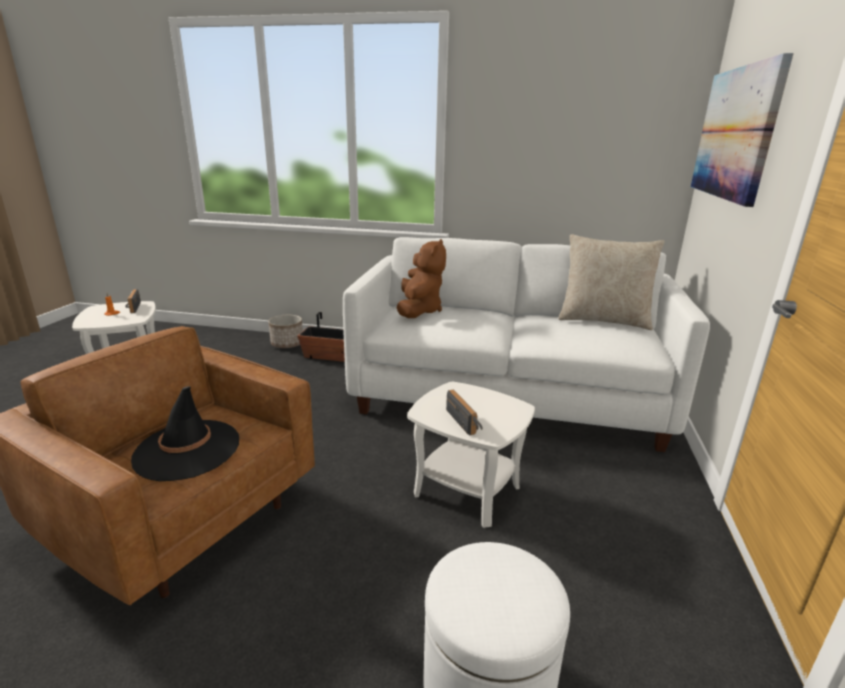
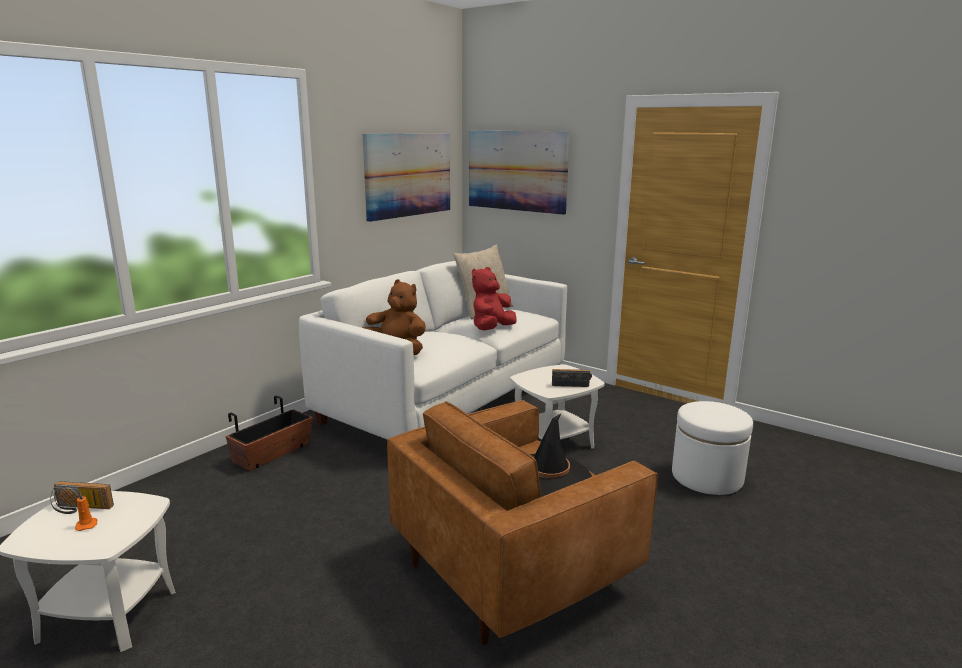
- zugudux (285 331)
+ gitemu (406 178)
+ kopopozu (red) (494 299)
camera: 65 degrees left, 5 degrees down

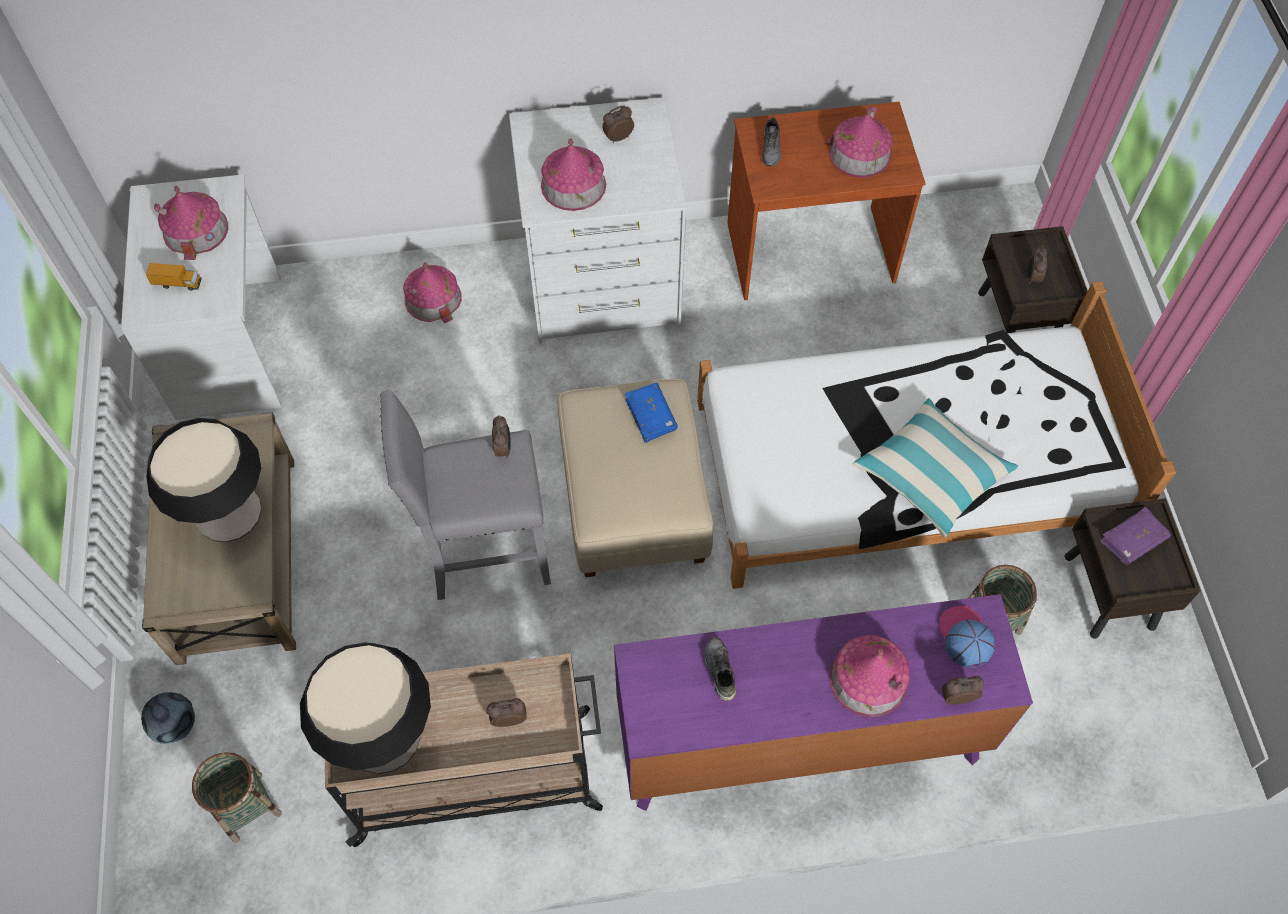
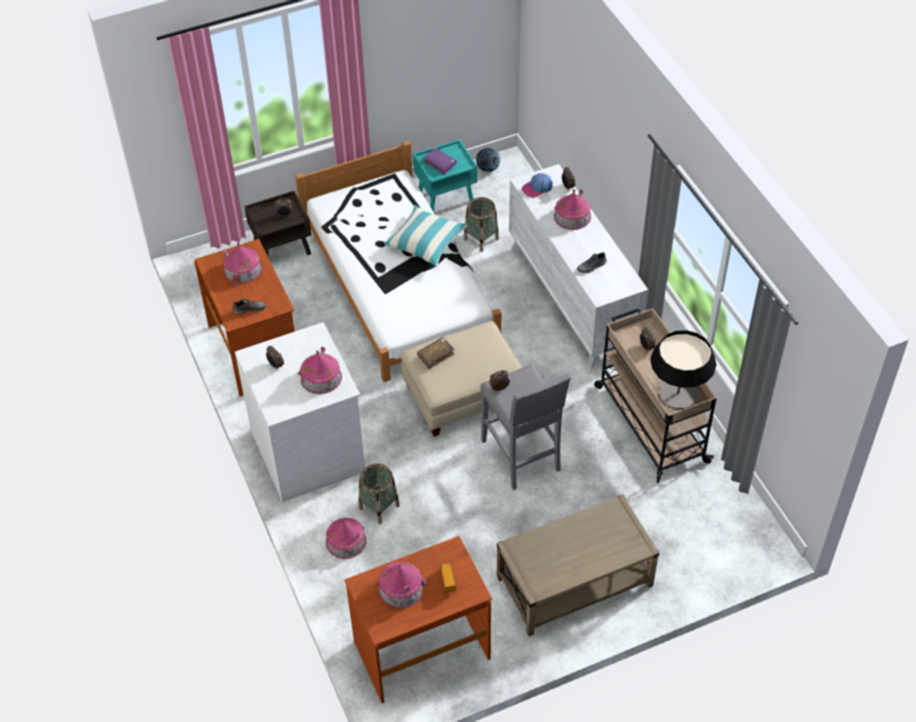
- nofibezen (204 480)
~ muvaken (168 718) to (488 160)
~ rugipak (237 797) to (379 494)
~ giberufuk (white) (201 297) to giberufuk (brown) (418 619)
~ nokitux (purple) (823 702) to nokitux (white) (578 267)
~ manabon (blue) (651 413) to manabon (brown) (436 353)
~ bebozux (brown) (1133 568) to bebozux (turquoise) (445 175)
camera: 105 degrees left, 10 degrees down

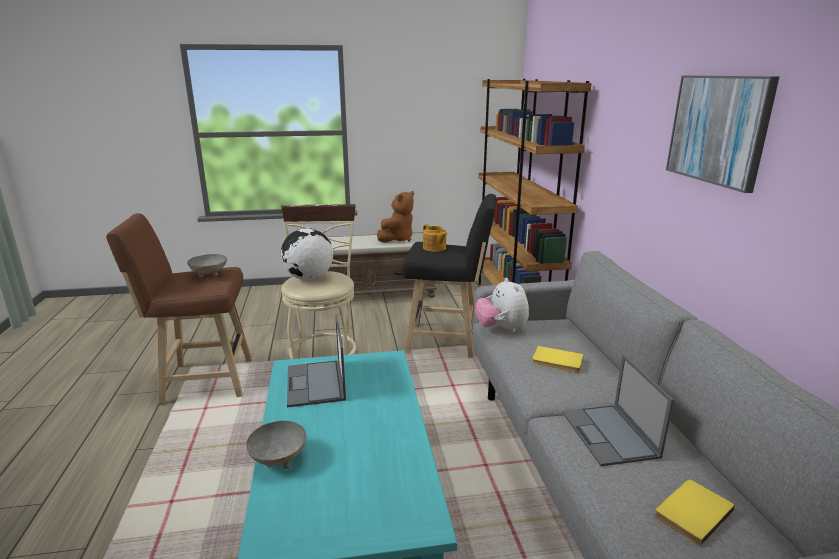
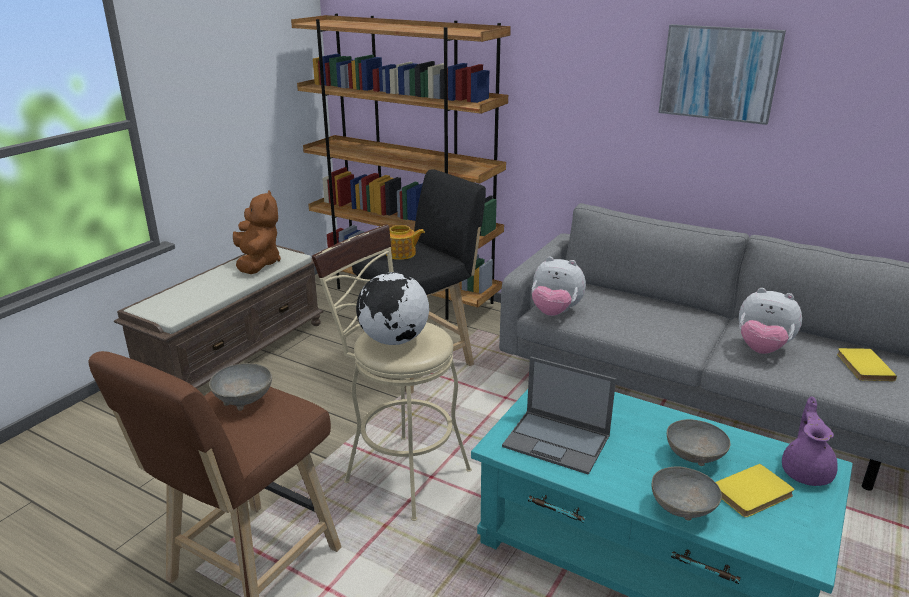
+ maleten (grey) (698 442)
+ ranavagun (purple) (810 441)
~ manabon (yellow) (558 359) to (755 490)
~ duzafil (618 410) to kopopozu (770 321)
camera: 50 degrees left, 5 degrees up

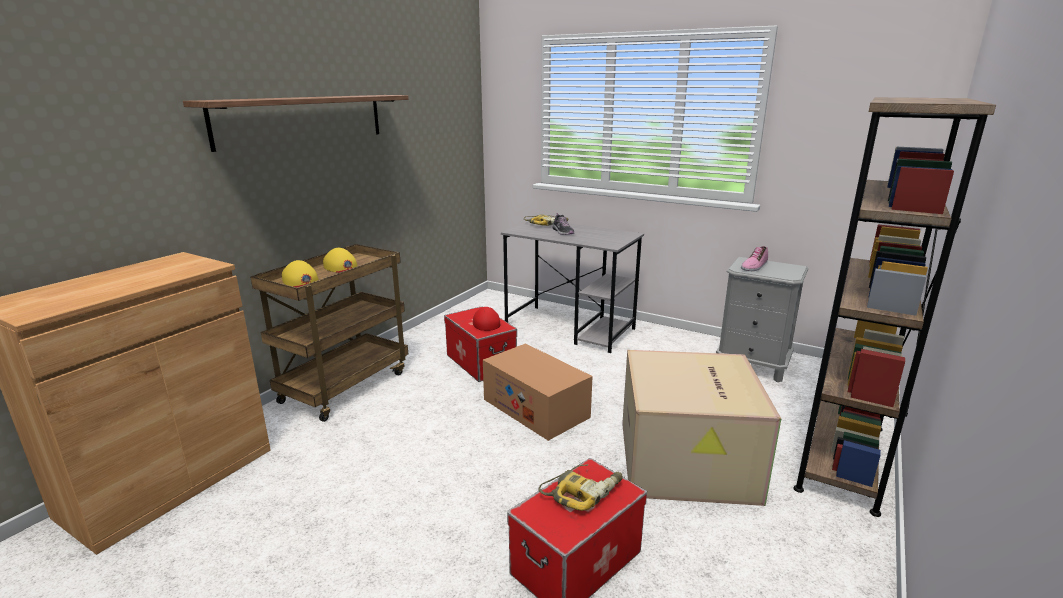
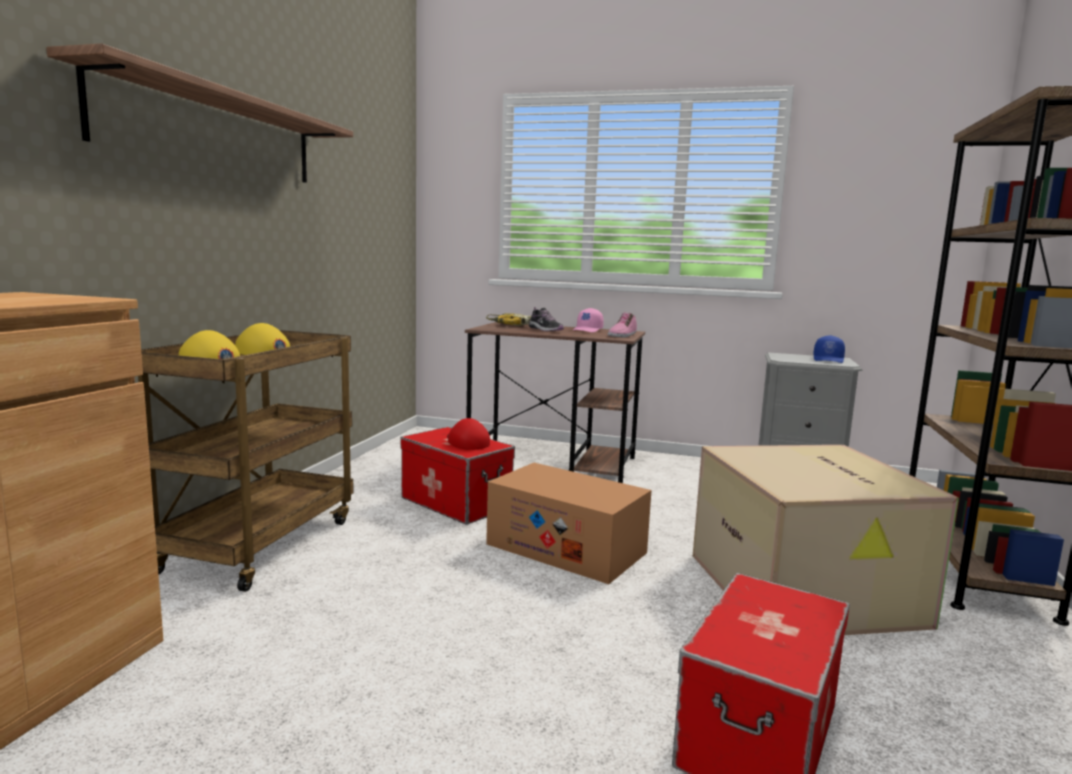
- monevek (580 487)
+ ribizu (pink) (588 320)
+ ribizu (blue) (829 349)
~ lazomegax (754 258) to (622 325)
~ giberufuk (grey) (572 287) to giberufuk (brown) (555 402)
camera: 15 degrees left, 10 degrees down

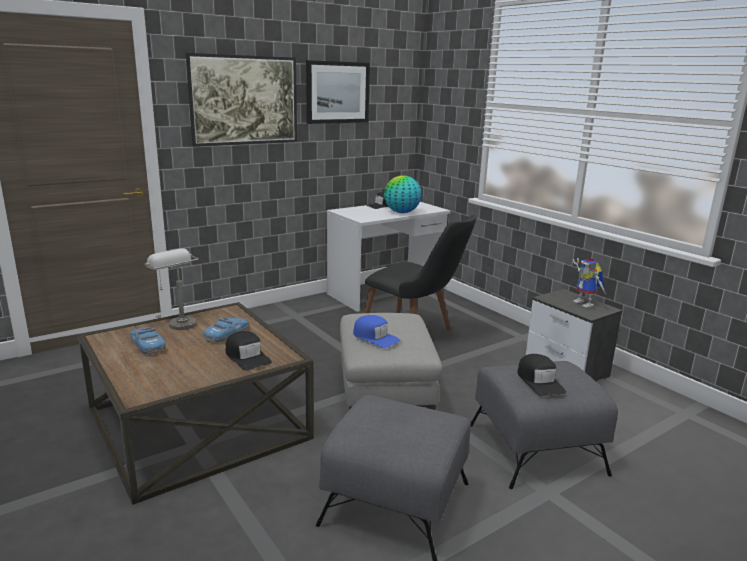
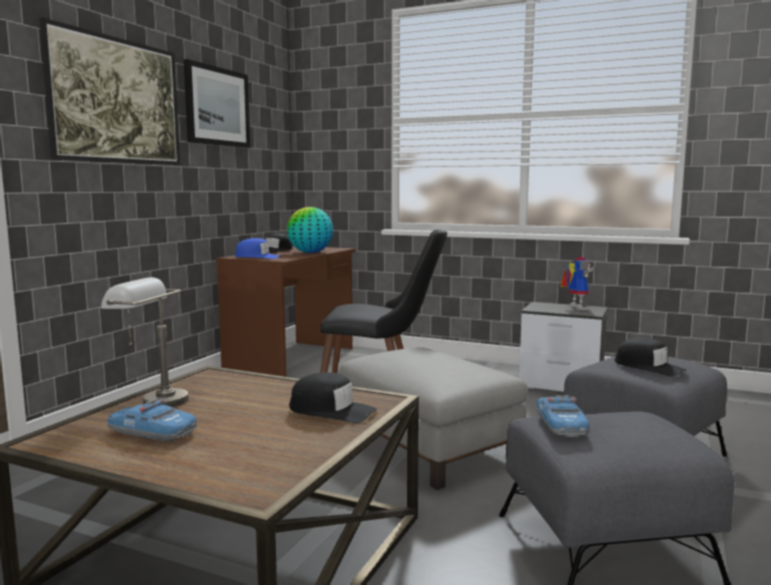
~ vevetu (226 330) to (562 416)
~ ribizu (blue) (377 331) to (258 248)
~ giberufuk (white) (388 257) to giberufuk (brown) (286 311)
~ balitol (589 283) = (576 283) 135 degrees counterclockwise
camera: 30 degrees left, 10 degrees down

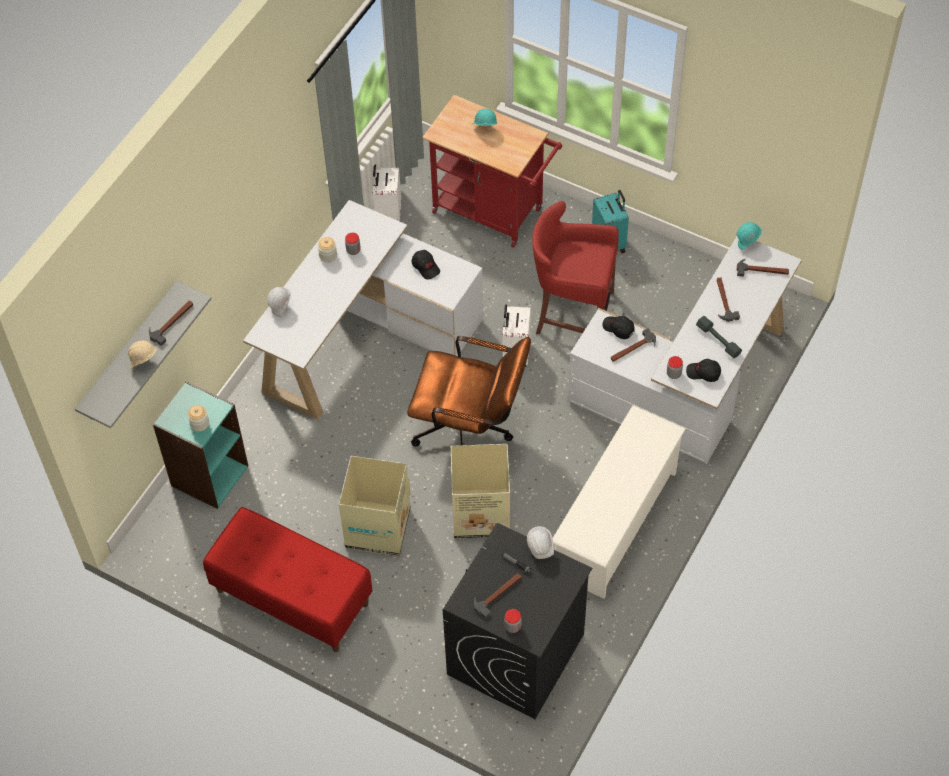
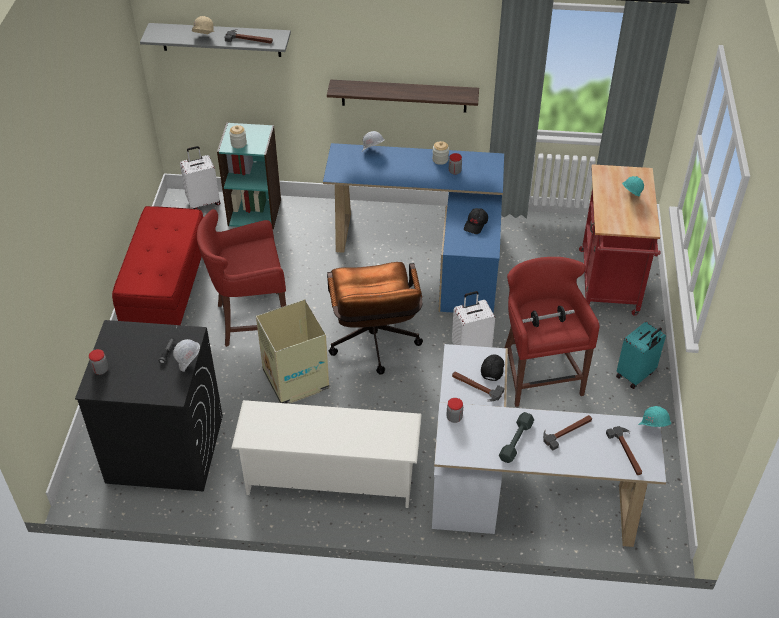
- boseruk (497 596)
- ribizu (black) (703 370)
+ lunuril (403 96)
+ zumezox (548 316)
~ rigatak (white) (387 192) to (200 177)
~ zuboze (375 506) to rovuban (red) (241 278)
~ giberufuk (white) (363 310) to giberufuk (blue) (413 228)
camera: 65 degrees right, 10 degrees down

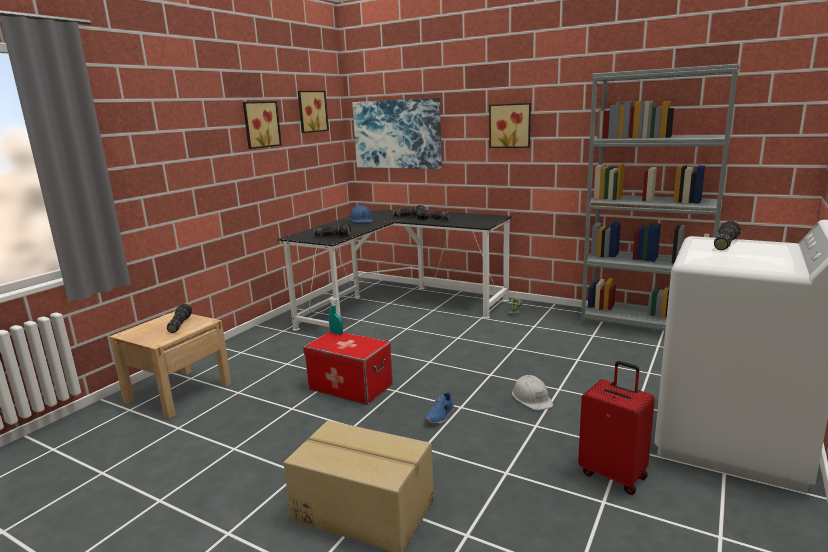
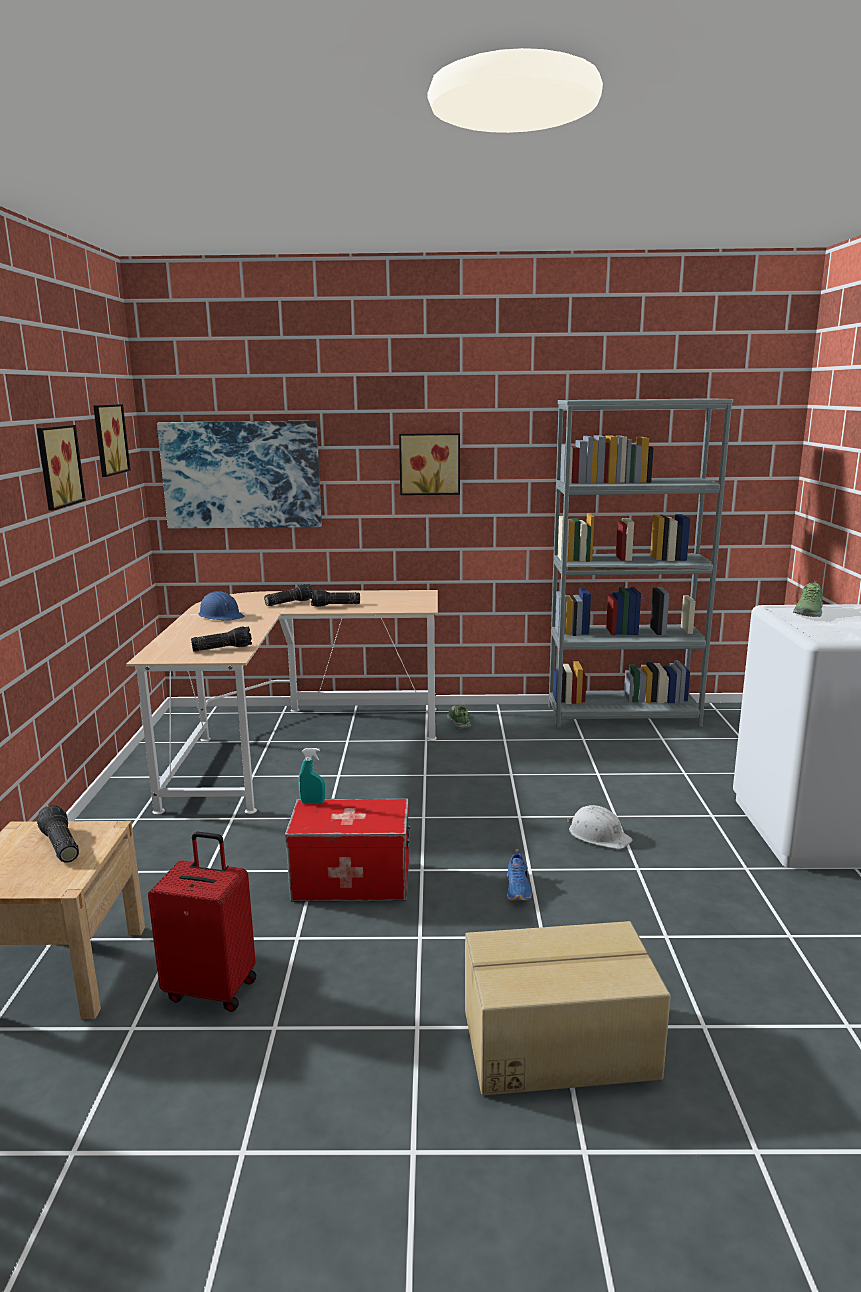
~ rigatak (red) (616 428) to (202 922)
~ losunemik (727 235) to lazomegax (808 599)
~ giberufuk (black) (395 270) to giberufuk (beige) (282 702)
camera: 30 degrees left, 0 degrees up

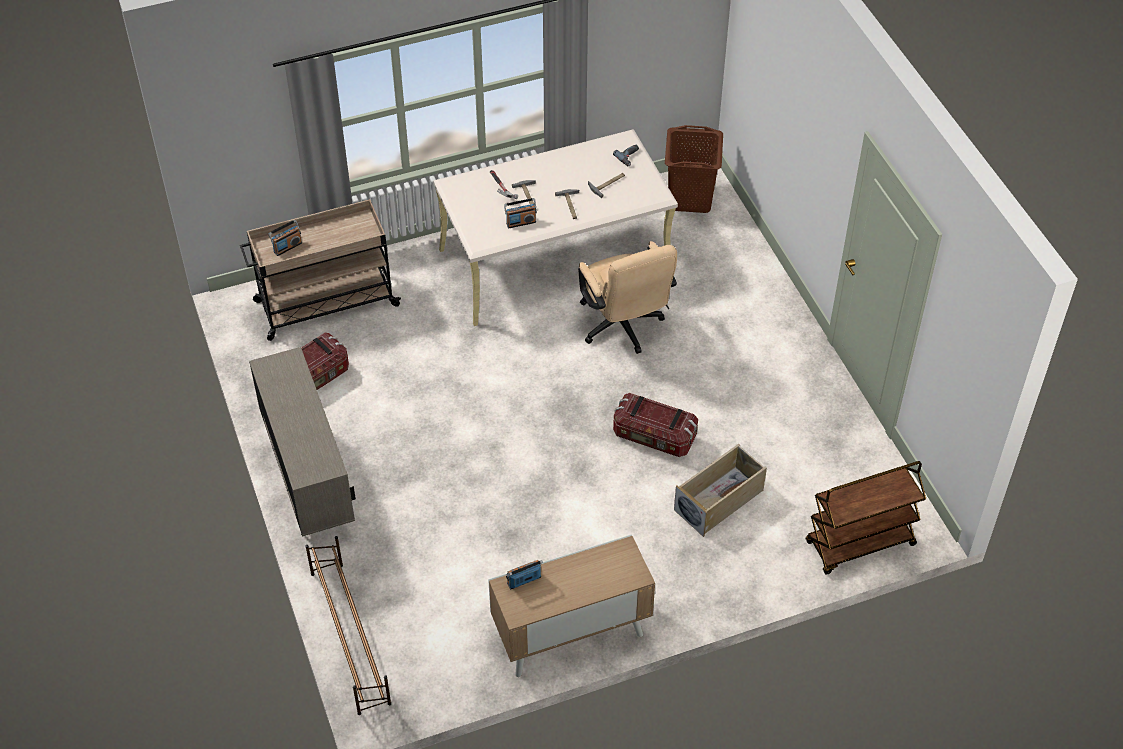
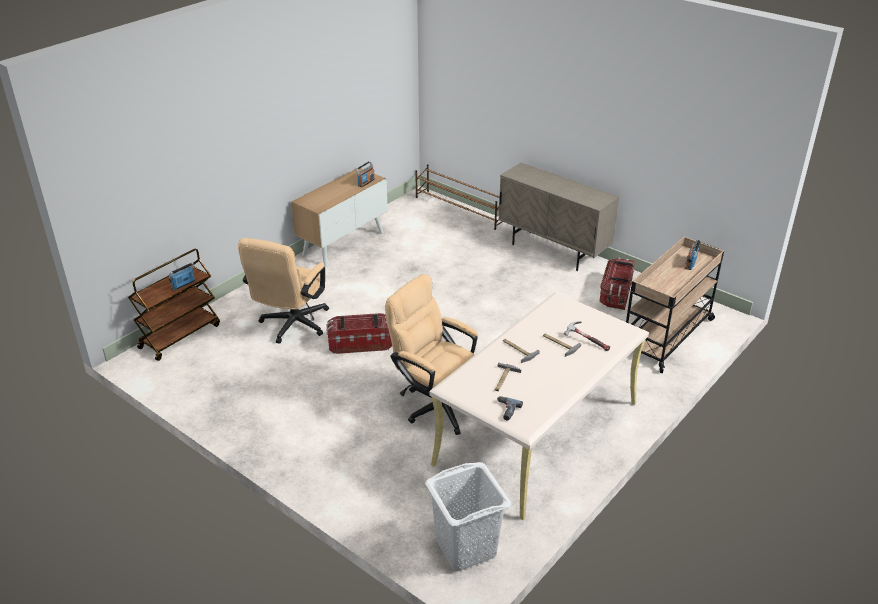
~ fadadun (520 213) to (182 276)
~ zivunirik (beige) (720 490) to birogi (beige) (283 291)
~ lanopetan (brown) (694 169) to lanopetan (white) (468 516)
camera: 150 degrees right, 15 degrees down

